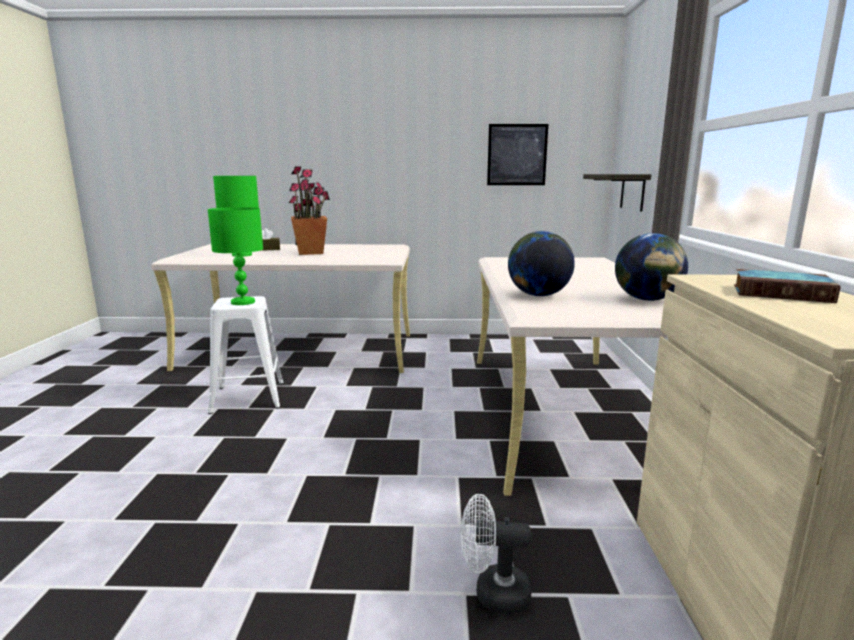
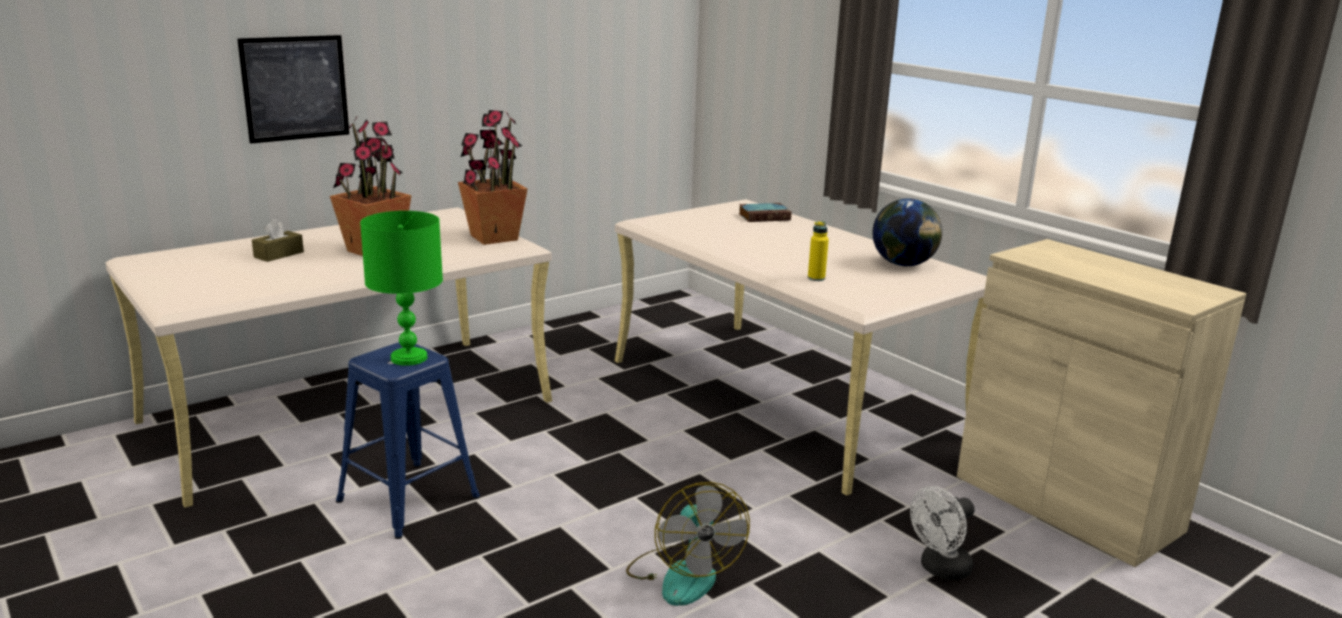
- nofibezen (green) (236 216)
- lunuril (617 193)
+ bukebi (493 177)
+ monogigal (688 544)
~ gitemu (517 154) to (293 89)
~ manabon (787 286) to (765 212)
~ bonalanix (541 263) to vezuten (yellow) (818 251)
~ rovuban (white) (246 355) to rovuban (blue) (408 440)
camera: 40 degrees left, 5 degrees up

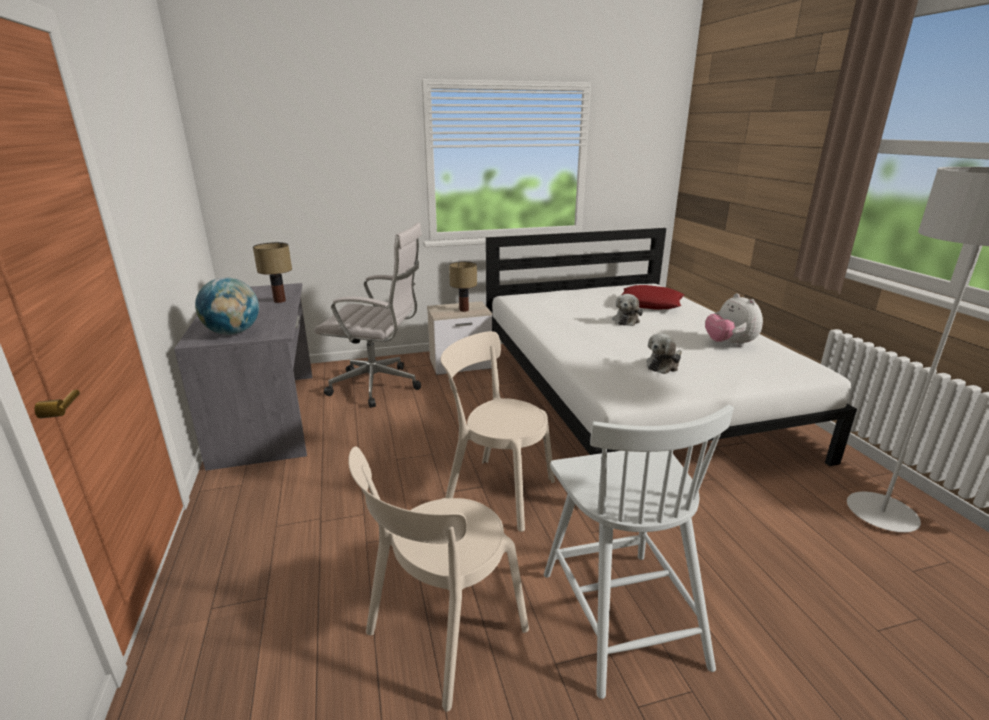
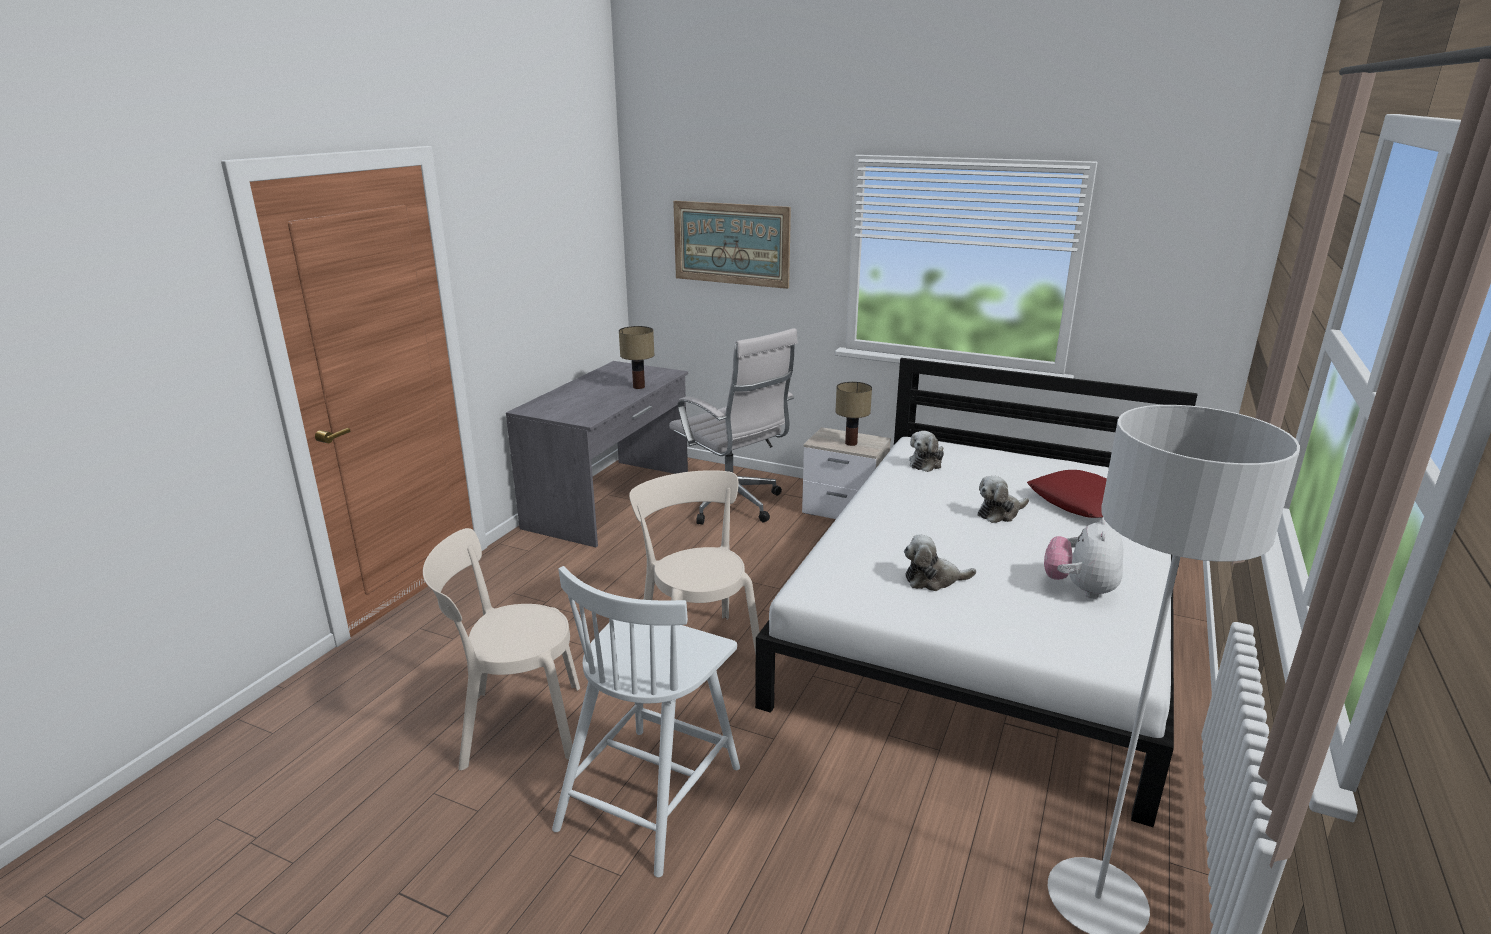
- bonalanix (227 306)
+ gitemu (732 245)
+ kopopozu (926 451)
camera: 40 degrees right, 0 degrees up

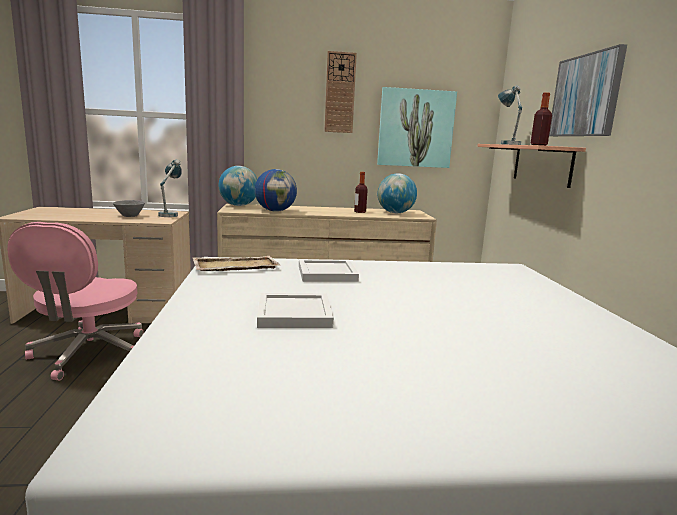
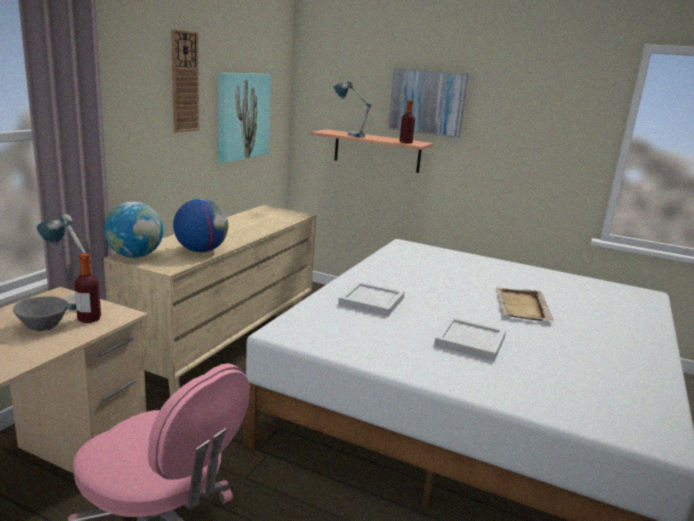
- bonalanix (397 193)
~ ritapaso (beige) (237 263) to (524 304)
~ vezuten (361 192) to (87 288)
camera: 60 degrees left, 5 degrees up

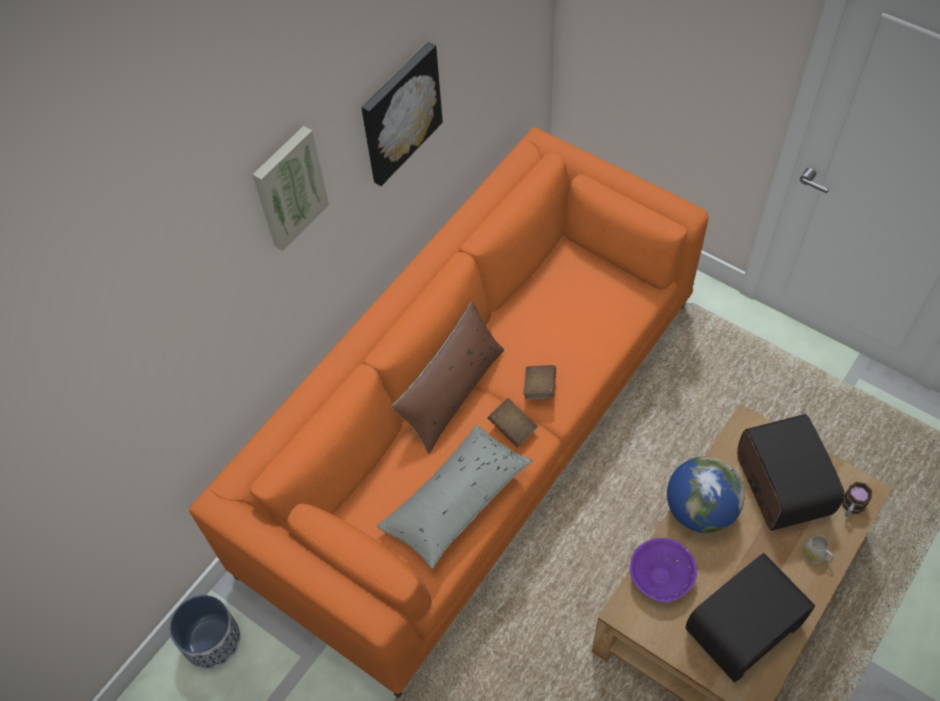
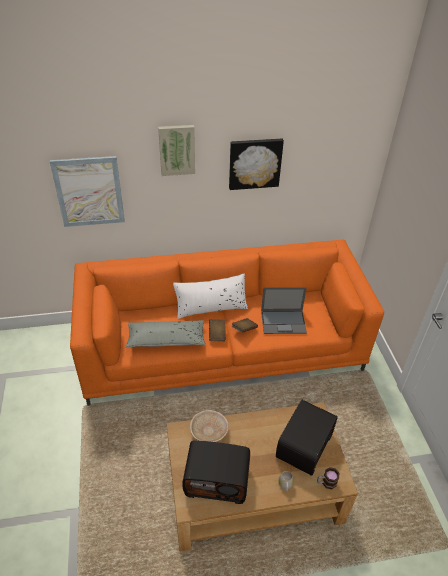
- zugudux (205 632)
- bonalanix (706 495)
+ gitemu (87 191)
+ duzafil (284 310)
~ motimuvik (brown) (448 377) to motimuvik (white) (210 296)
~ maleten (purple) (663 570) to maleten (beige) (209 426)
camera: 40 degrees right, 15 degrees down

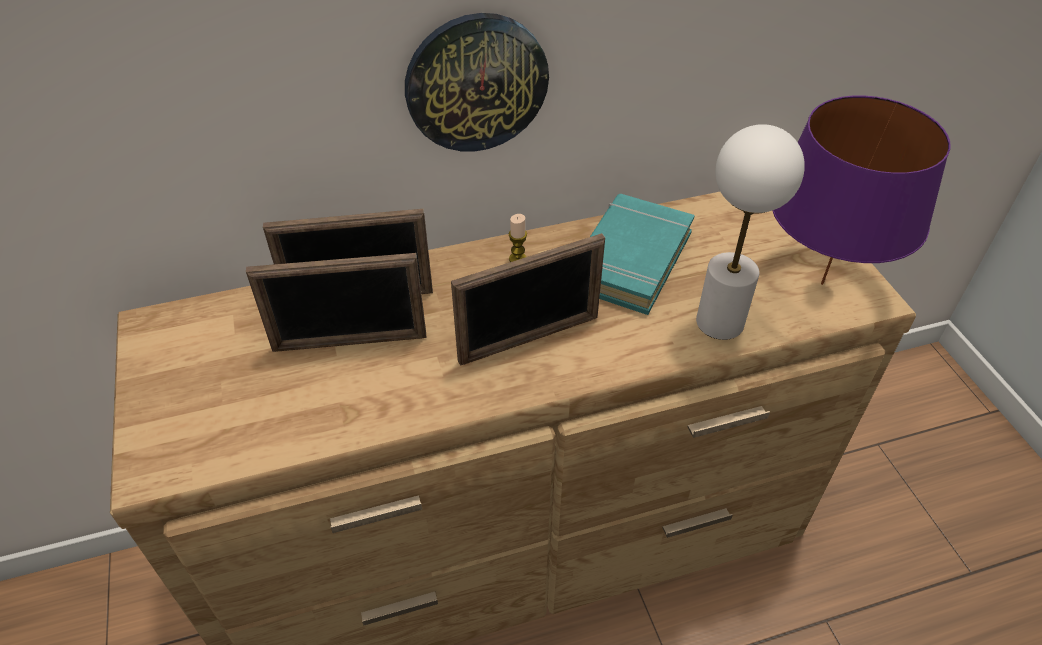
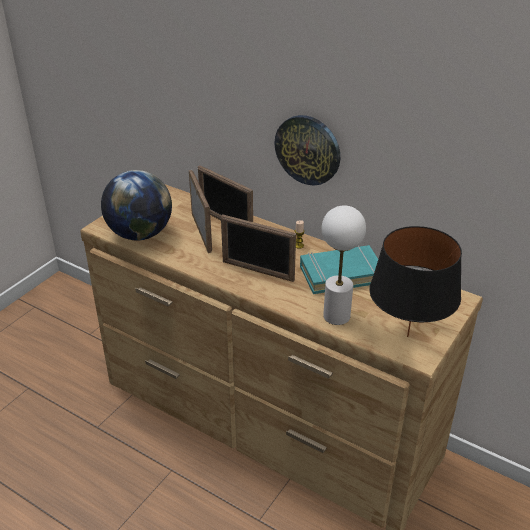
+ bonalanix (136 205)
~ nofibezen (purple) (861 190) to nofibezen (black) (415 281)
~ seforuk (336 302) = (200 211) 150 degrees counterclockwise
camera: 50 degrees right, 10 degrees down

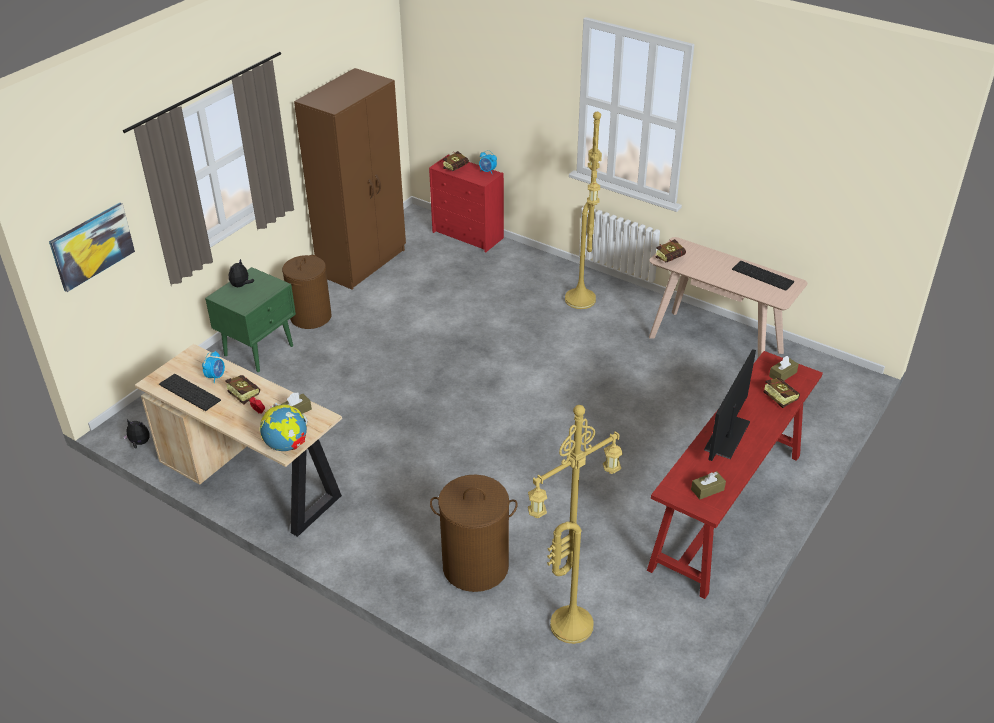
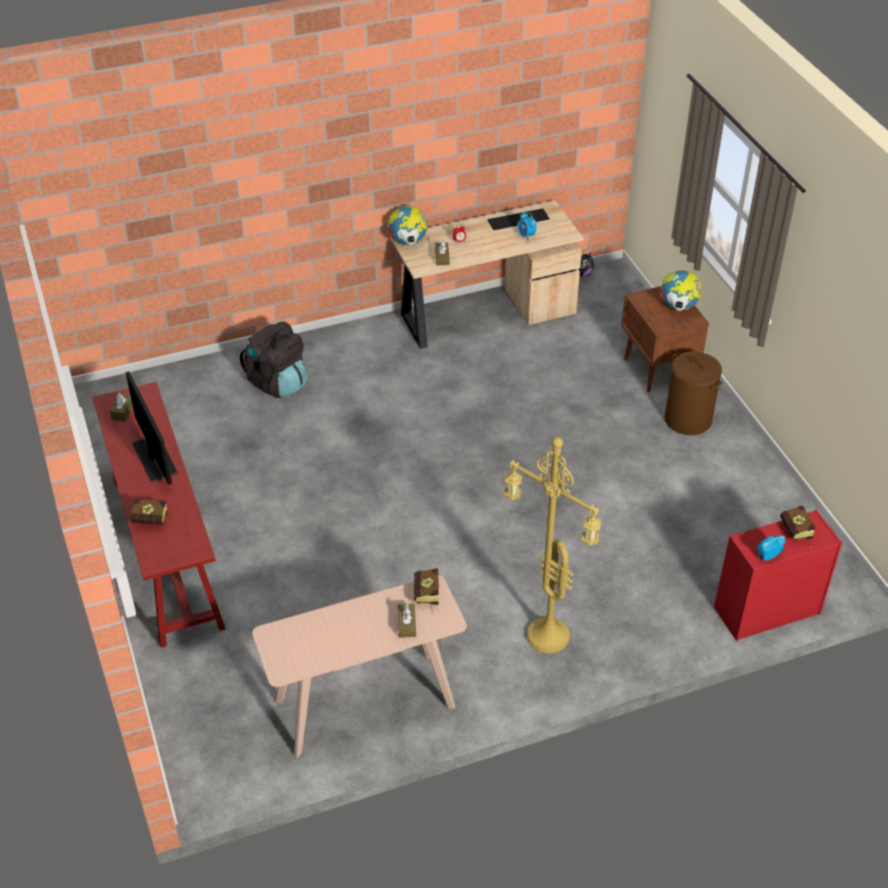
- gitemu (92 247)
- manabon (242 390)
- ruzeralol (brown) (350 178)
- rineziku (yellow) (575 524)
- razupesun (763 276)
~ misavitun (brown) (784 368) to (407 621)
~ kopopozu (241 273) to bonalanix (681 290)
~ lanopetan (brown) (474 533) to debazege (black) (273 360)
~ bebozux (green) (250 319) to bebozux (brown) (665 339)
camera: 125 degrees right, 5 degrees up

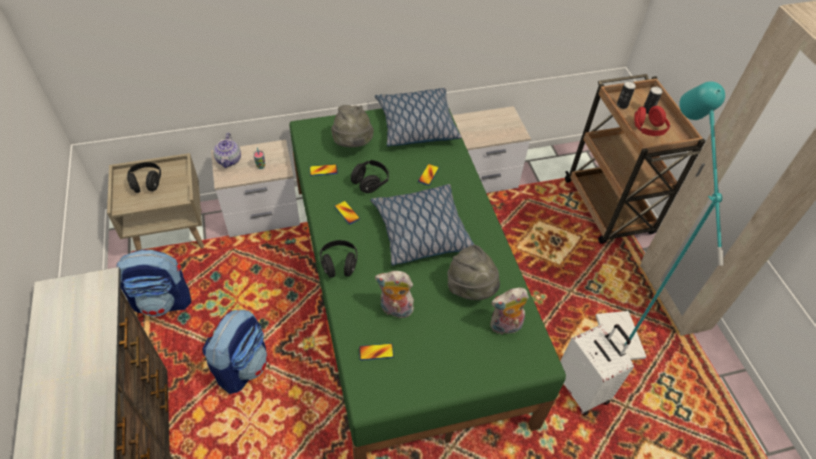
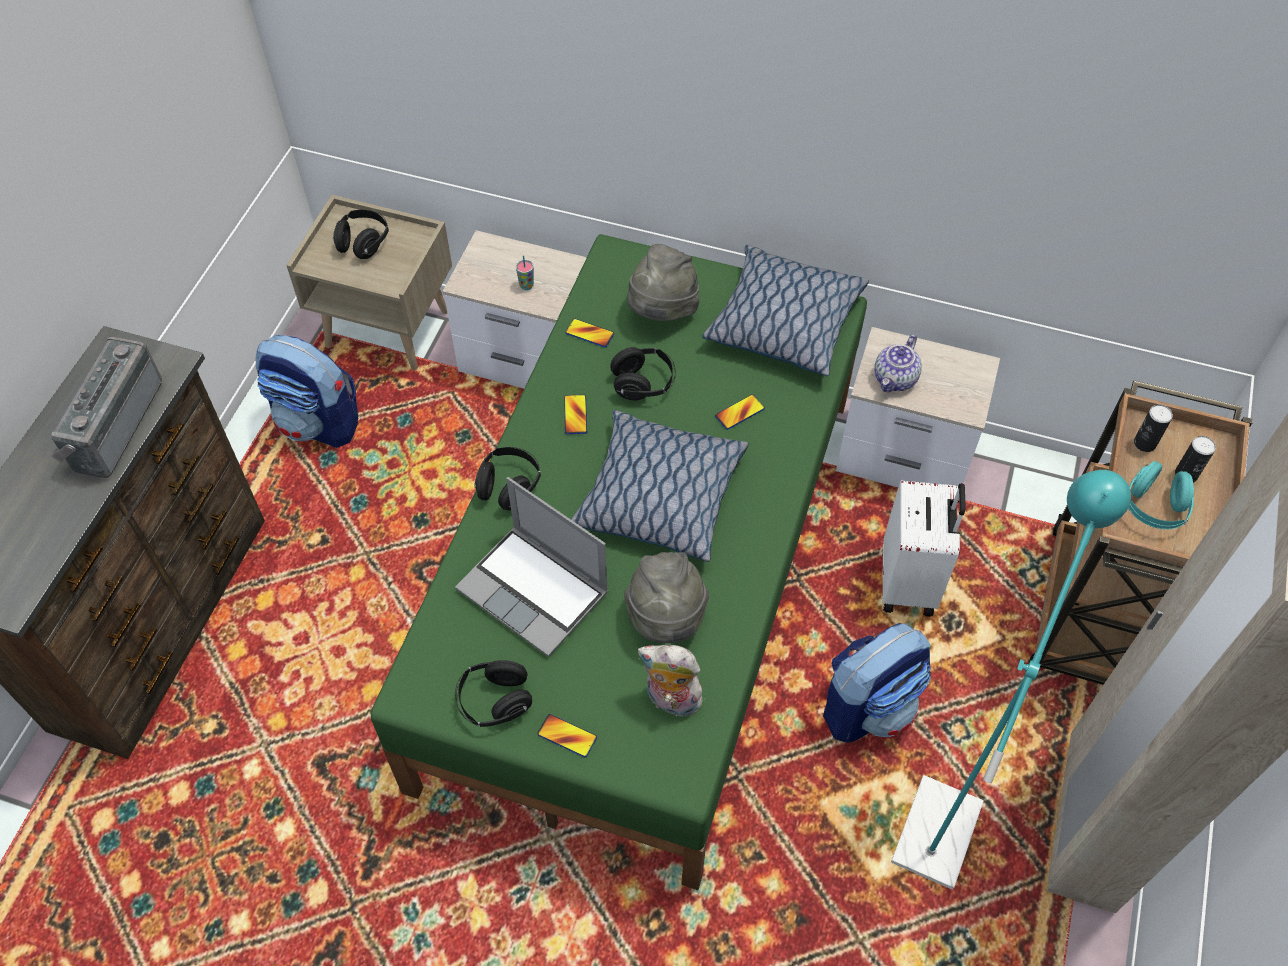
+ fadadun (106 407)
+ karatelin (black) (493 693)
~ debazege (235 352) to (877 683)
~ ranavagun (227 150) to (898 363)
~ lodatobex (376 351) to (567 735)
~ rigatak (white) (597 370) to (924 549)
~ kopopozu (394 294) to duzafil (532 567)
~ karatelin (red) (652 121) to karatelin (turquoise) (1161 495)
camera: 35 degrees right, 5 degrees up

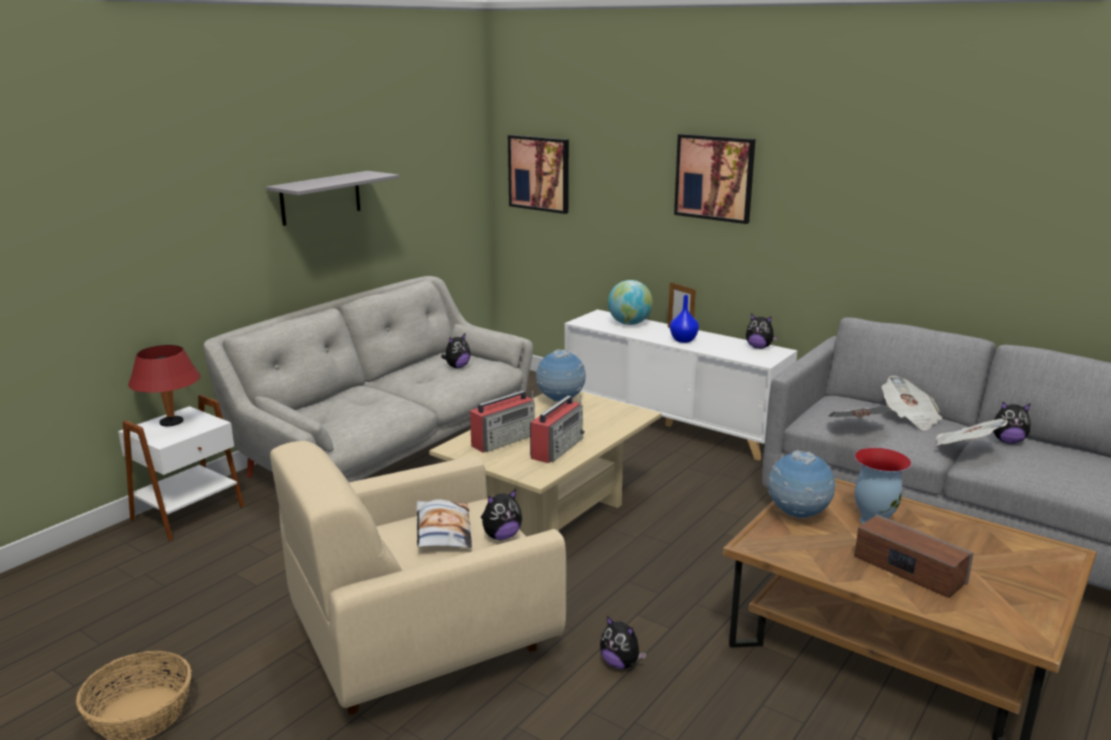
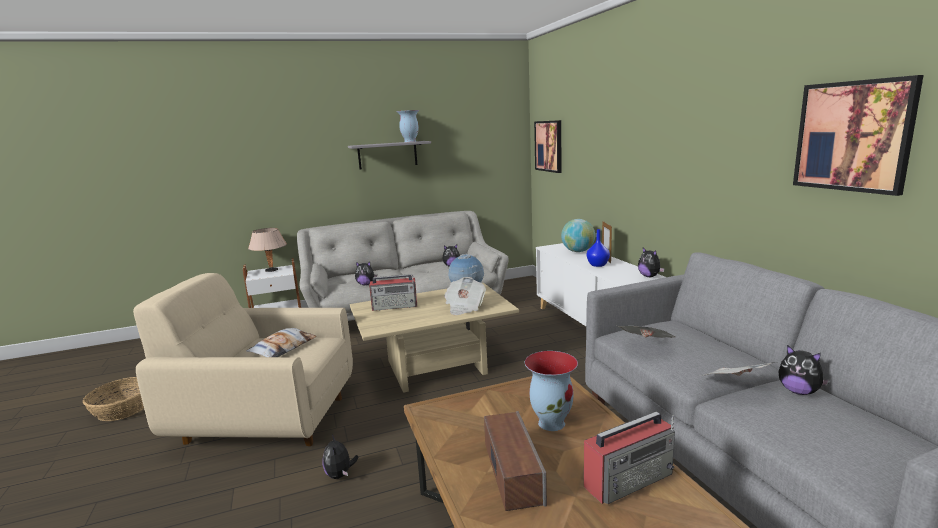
- bonalanix (802 484)
+ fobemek (407 126)
~ kopopozu (501 514) to (366 273)
~ fadadun (557 428) to (629 458)
~ gitemu (715 179) to (858 135)
~ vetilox (912 403) to (465 296)
~ nofibezen (red) (164 385) to nofibezen (beige) (267 250)
camera: 35 degrees right, 5 degrees down

